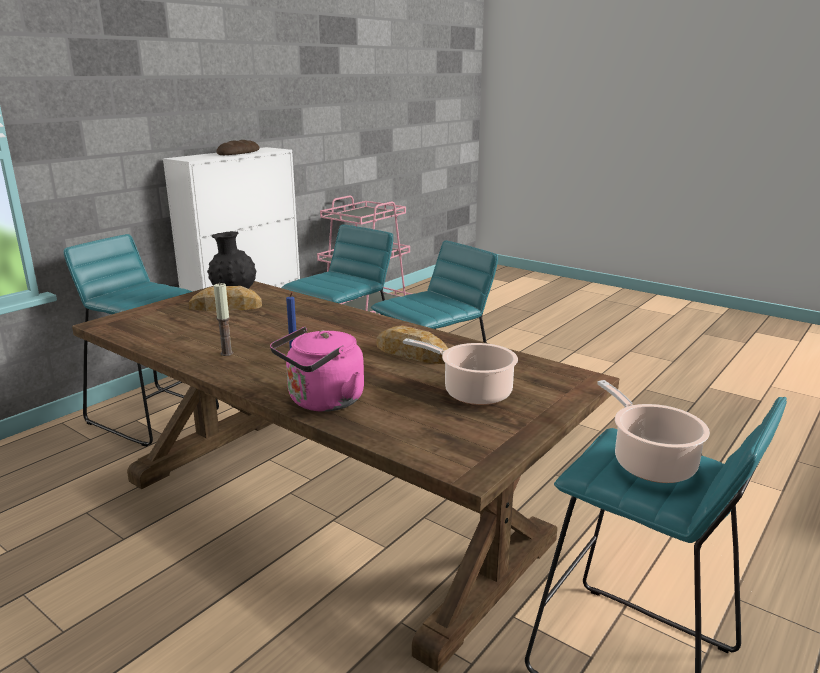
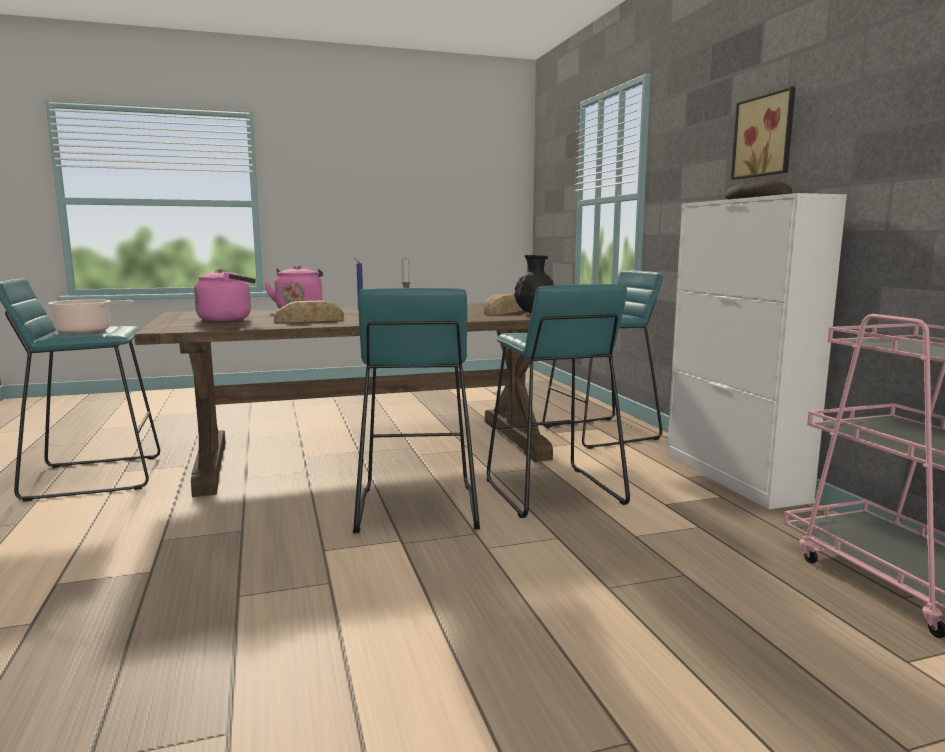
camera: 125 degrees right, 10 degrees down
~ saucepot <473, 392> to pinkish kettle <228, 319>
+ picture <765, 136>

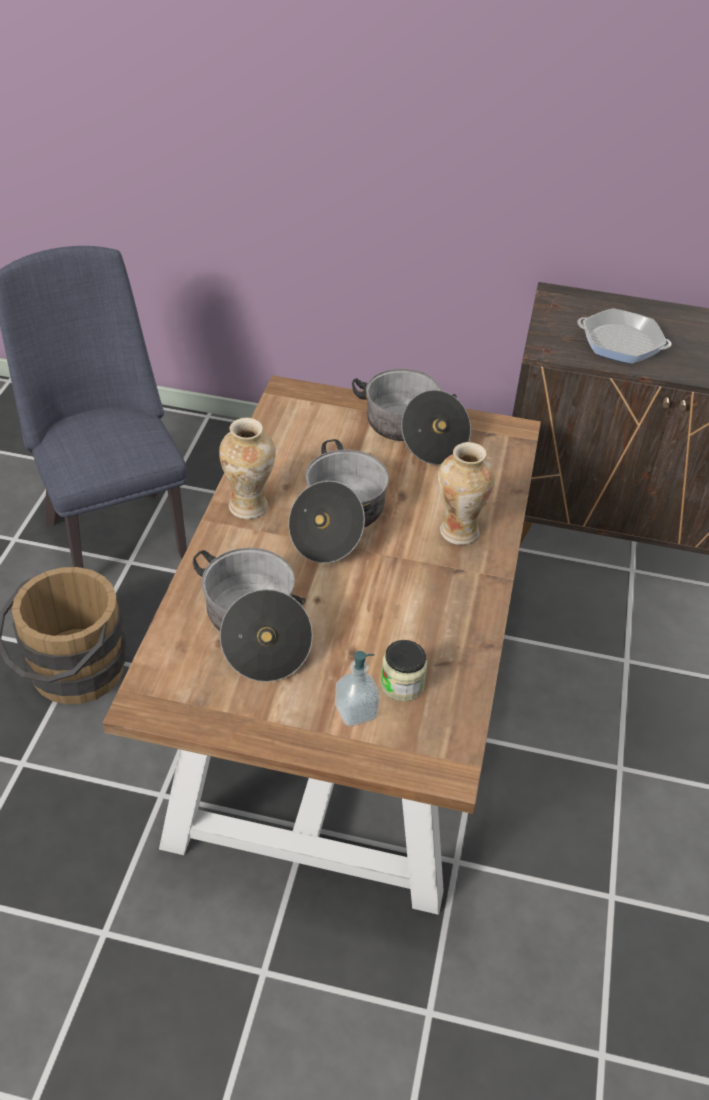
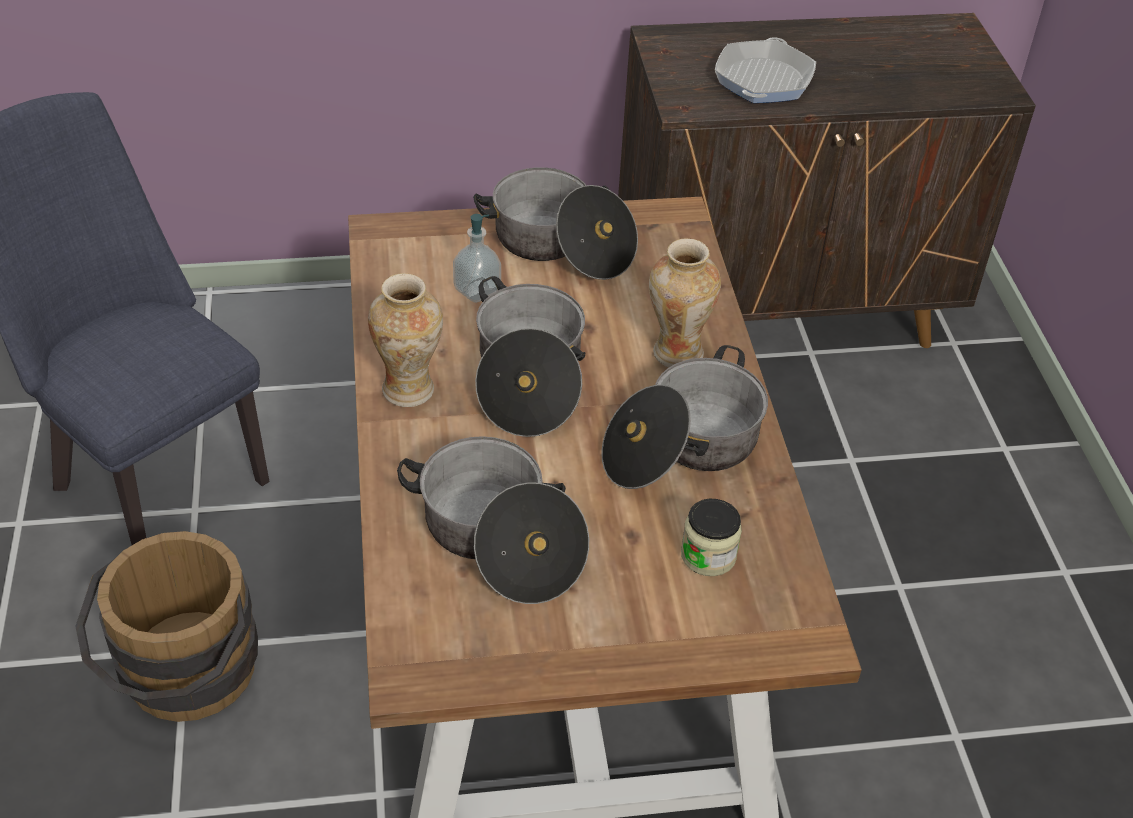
camera: 20 degrees left, 0 degrees up
~ soap bottle <356, 711> to <477, 290>
~ skillet <621, 343> = <763, 80> 105 degrees clockwise
+ saucepot <682, 447>

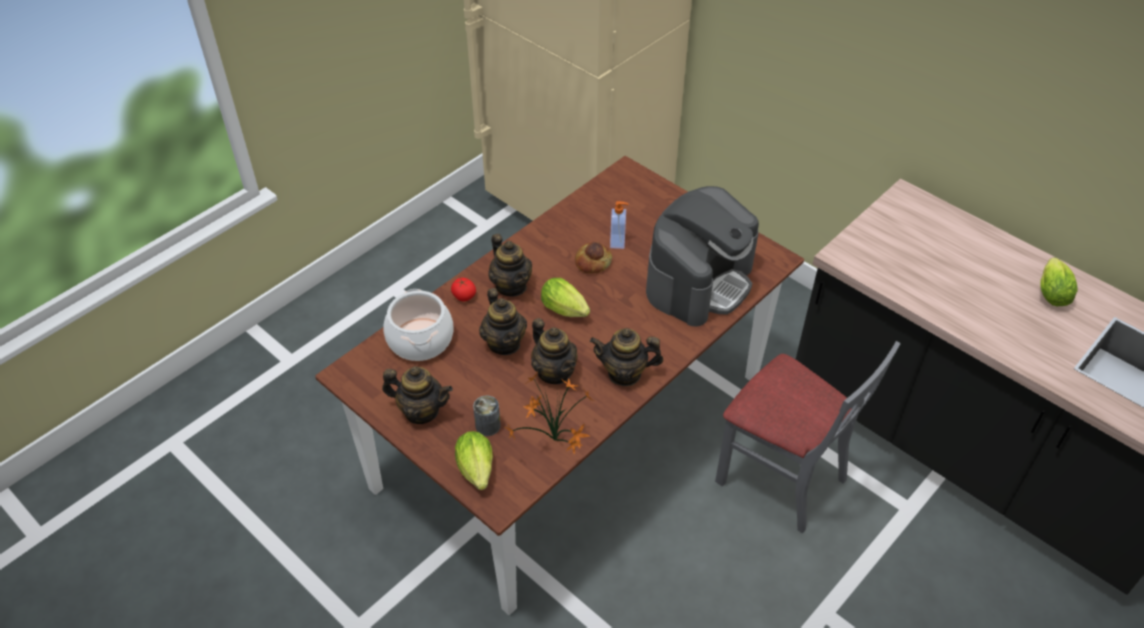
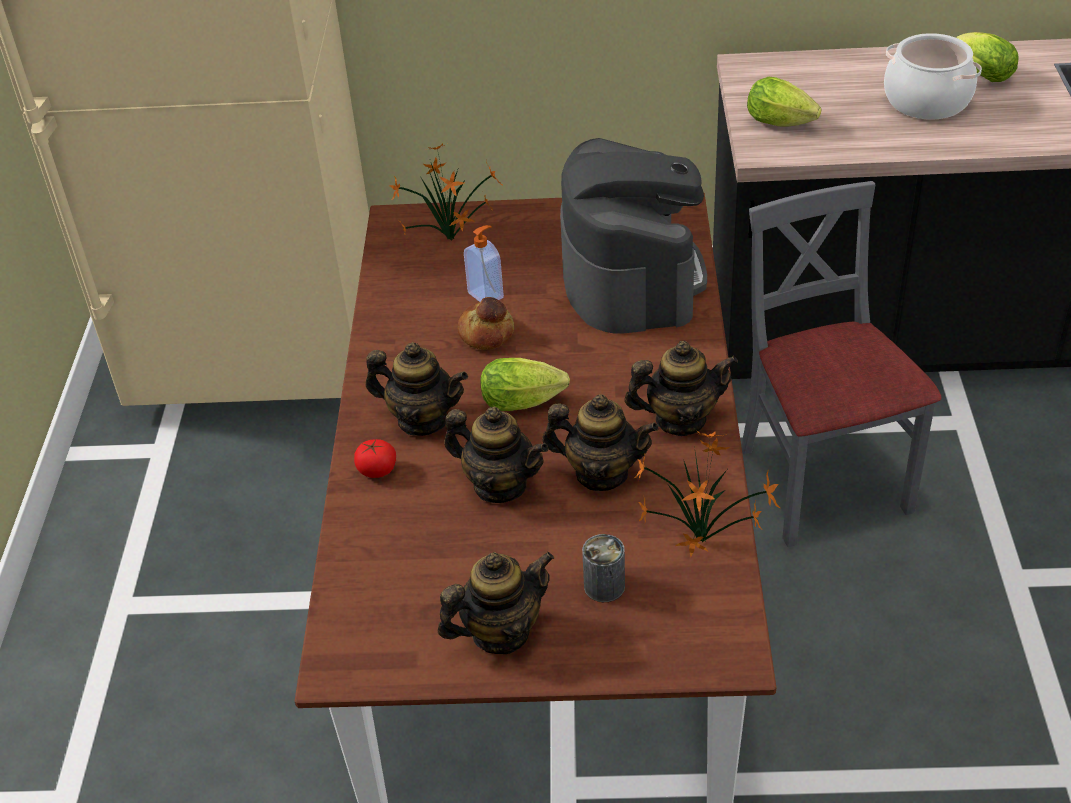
camera: 40 degrees left, 5 degrees down
~ saucepot <420, 340> to <927, 101>
~ head of lettuce <477, 472> to <783, 124>
~ tea pot <624, 373> = <680, 419> 150 degrees counterclockwise
~ grey plain chair <782, 478> = <821, 481> 105 degrees counterclockwise
+ plant in a pot <454, 240>

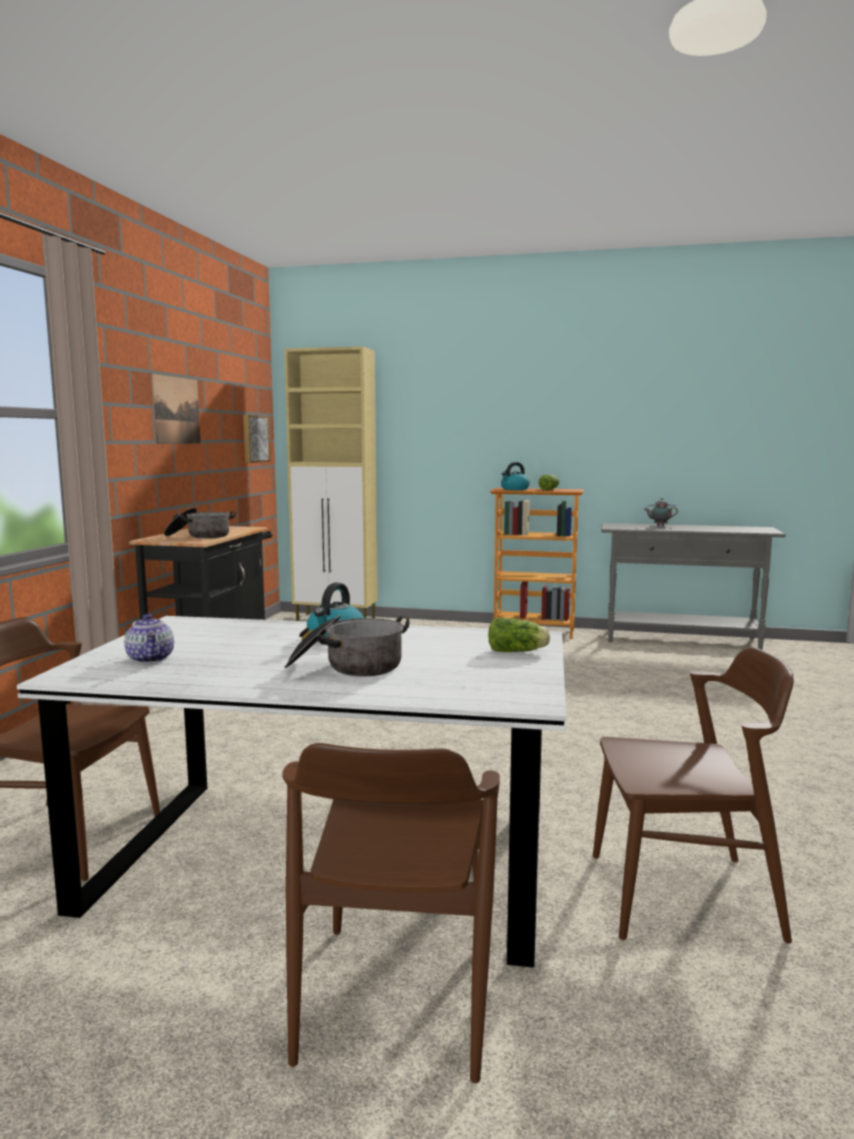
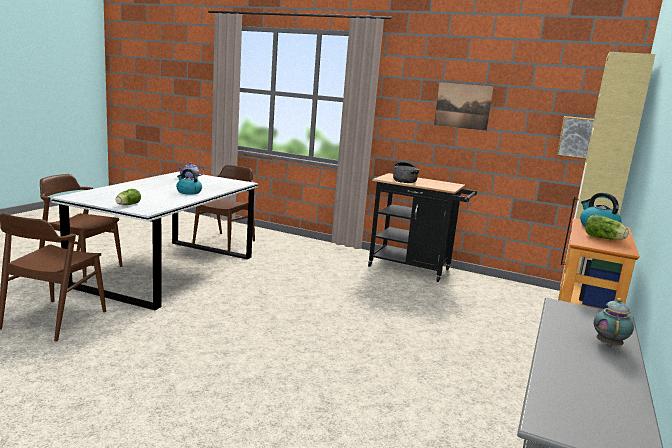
camera: 100 degrees right, 5 degrees up
- saucepot <346, 667>

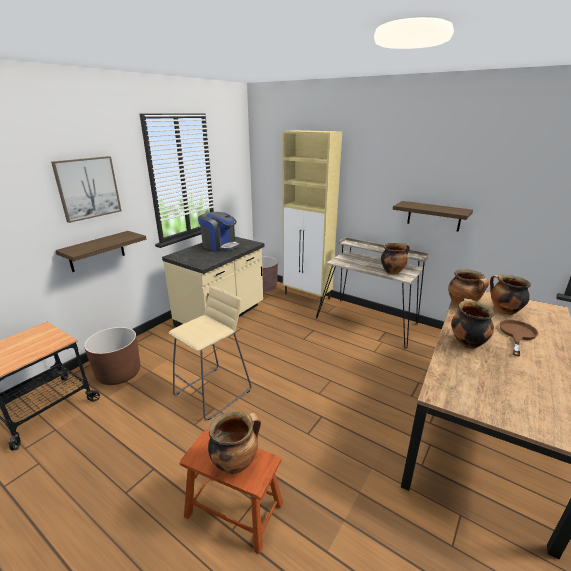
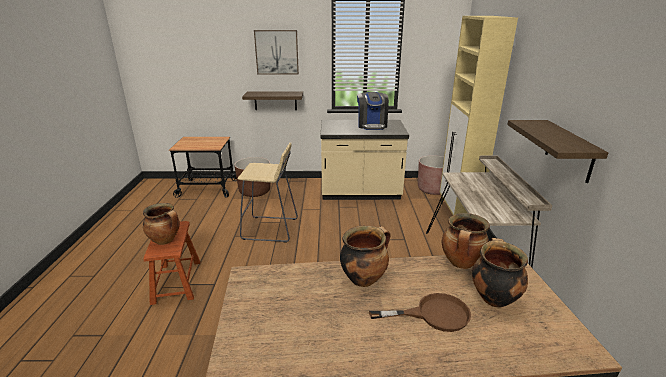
camera: 55 degrees right, 0 degrees up
- saucepot <392, 271>

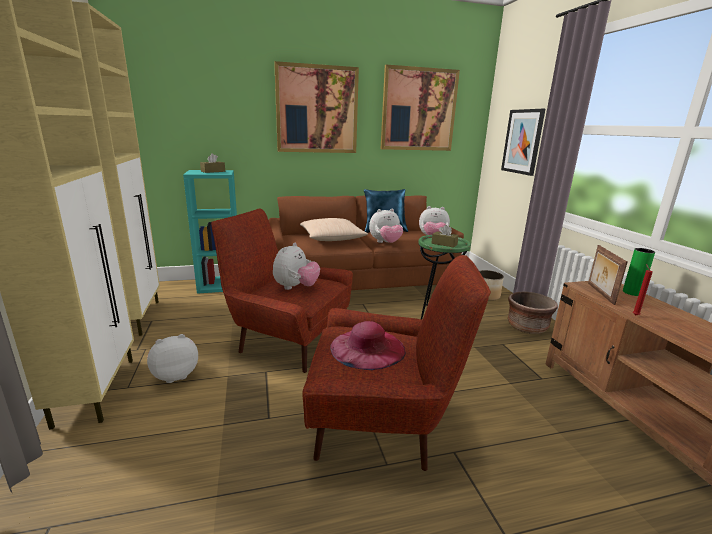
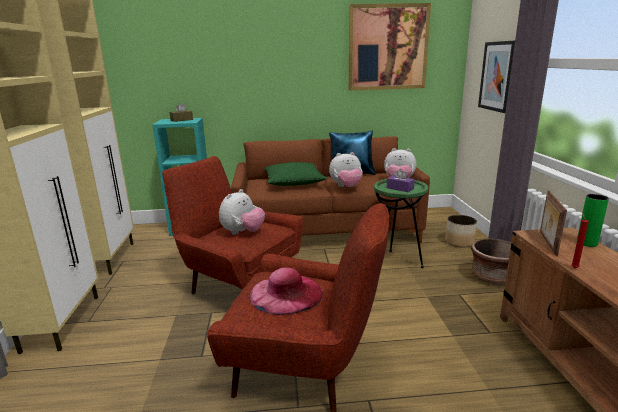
camera: 10 degrees right, 0 degrees up
- soft toy <175, 375>
- picture <317, 110>
~ sand-coloured cushion <332, 238> to green-coloured cushion <294, 182>
~ brown-coloured tissue box <444, 244> to purple-coloured tissue box <400, 188>

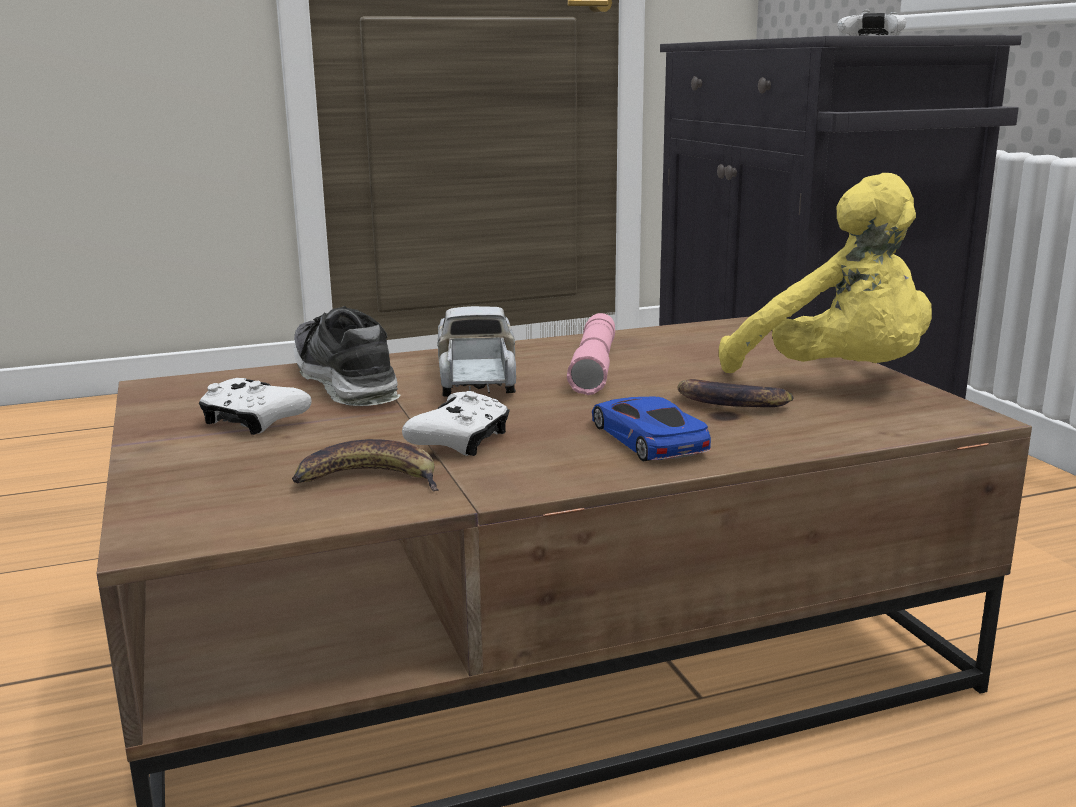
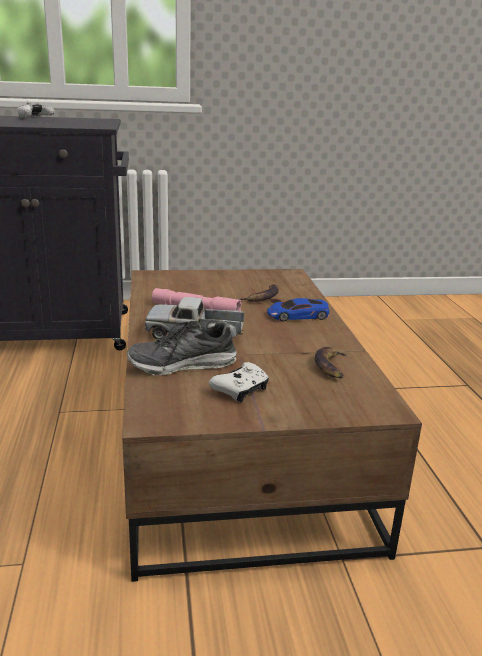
camera: 80 degrees left, 5 degrees up
- whitish joypad <461, 441>
- yellow-coloured soft toy <837, 380>

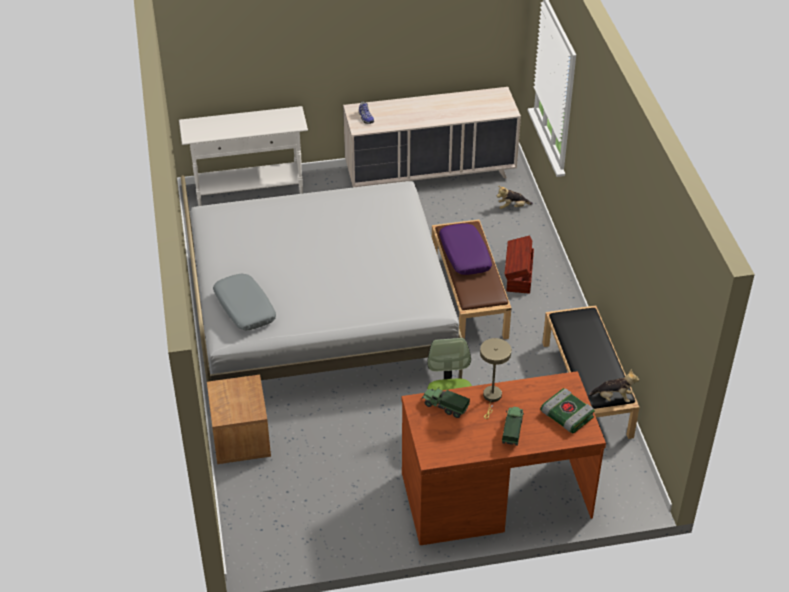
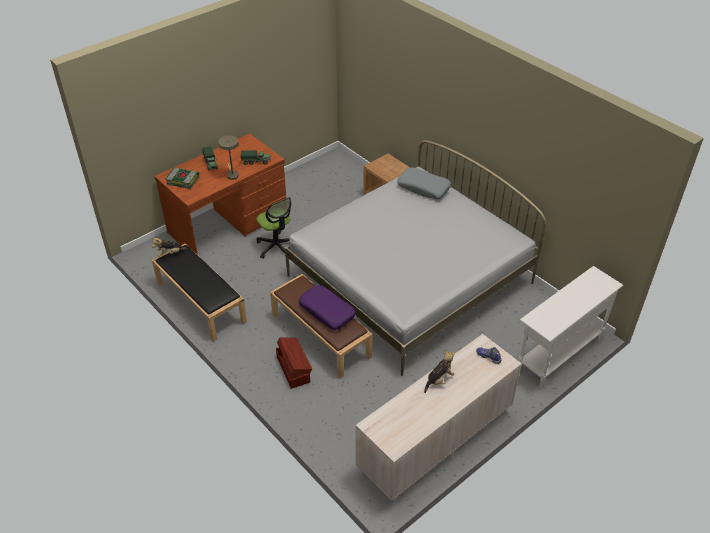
camera: 150 degrees right, 0 degrees up
~ soft toy <512, 207> to <439, 380>

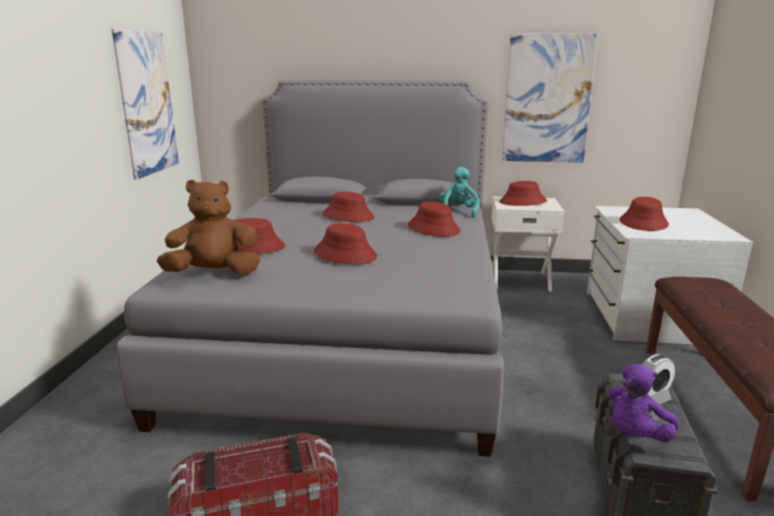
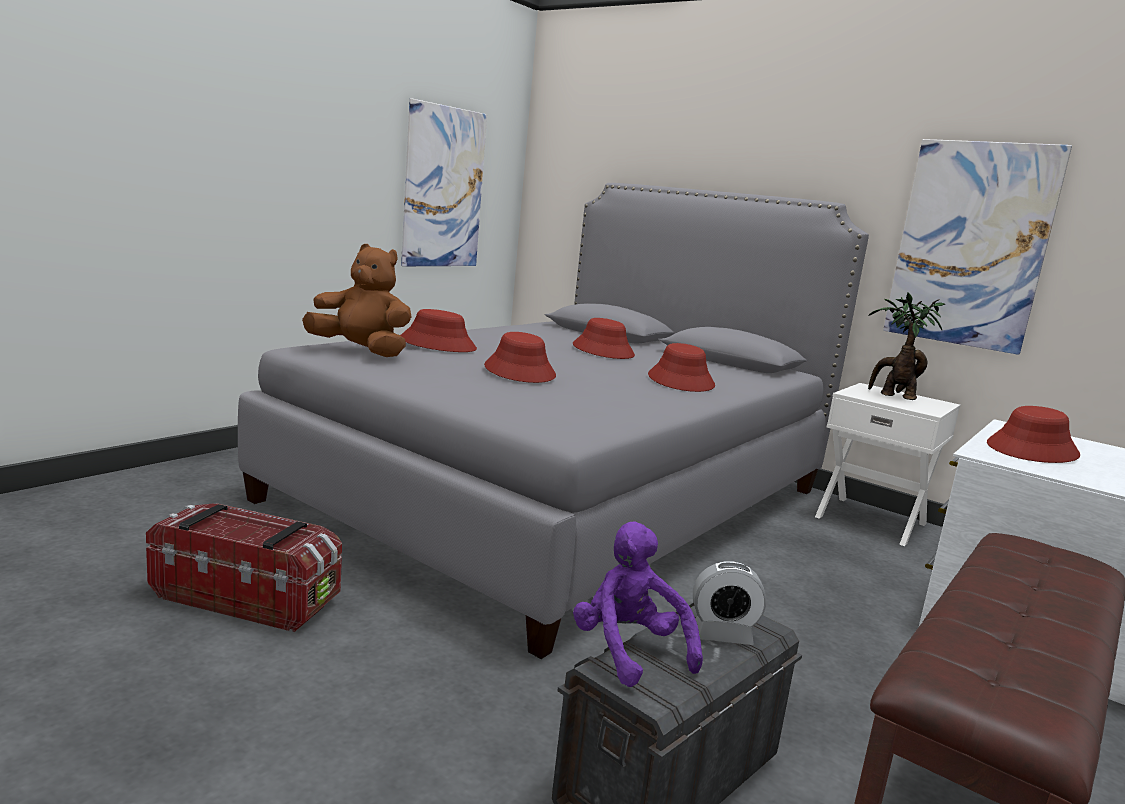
camera: 30 degrees right, 5 degrees down
- turquoise-coloured soft toy <458, 212>
~ red hat <523, 202> to plant in a pot <893, 396>
~ purple-coloured soft toy <636, 435> = <628, 650> 75 degrees clockwise

